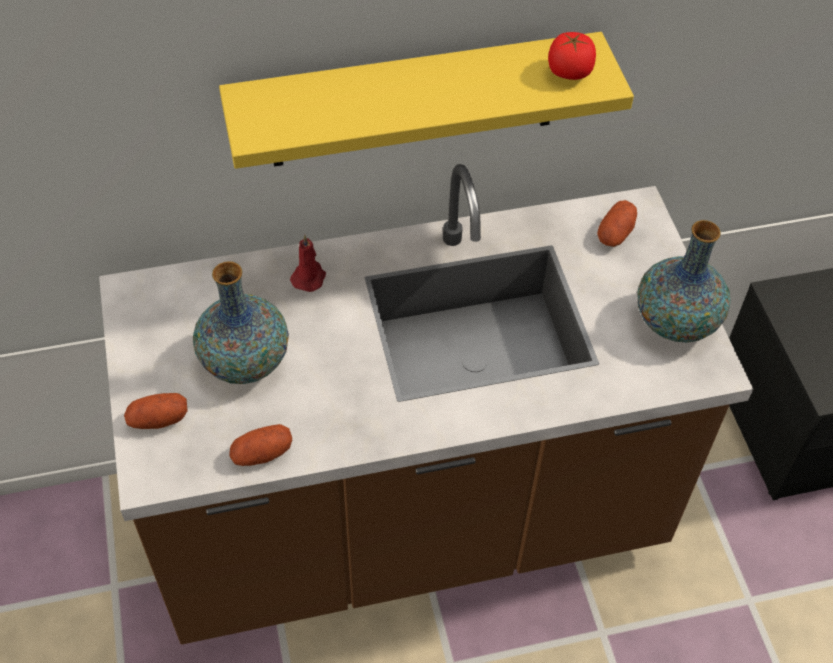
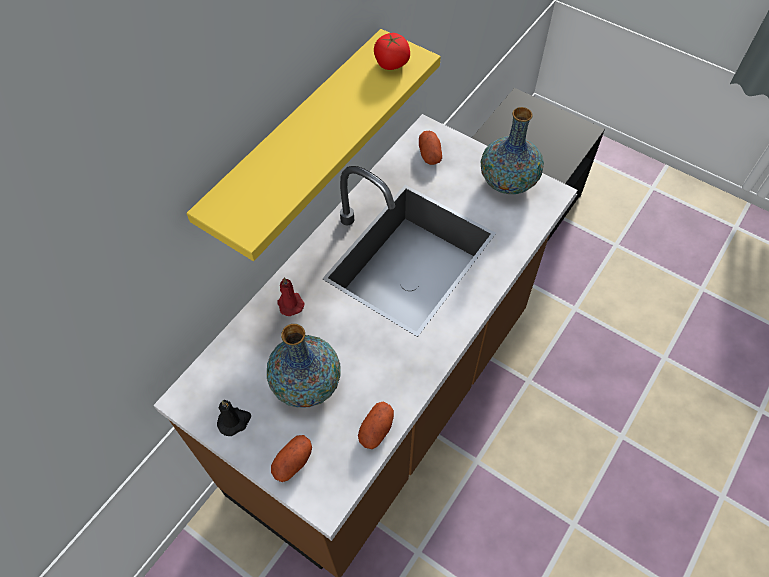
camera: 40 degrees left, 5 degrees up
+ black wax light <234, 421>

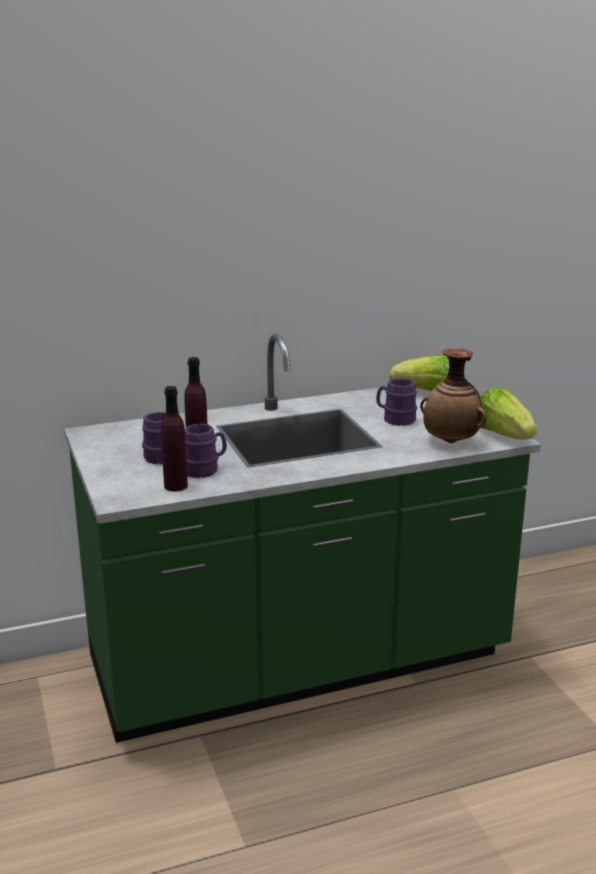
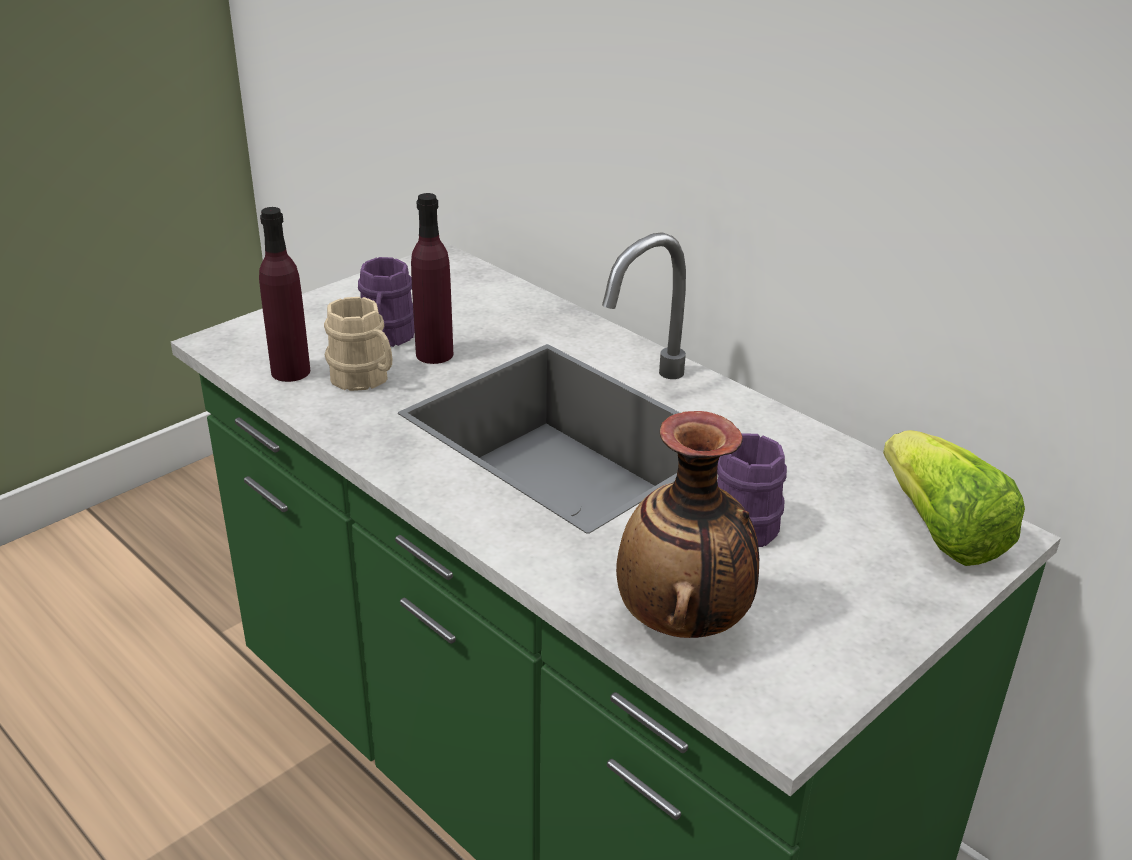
camera: 65 degrees right, 10 degrees up
~ purple-coloured tea mug <205, 469> to sand-coloured tea mug <364, 379>
- head of lettuce <504, 435>

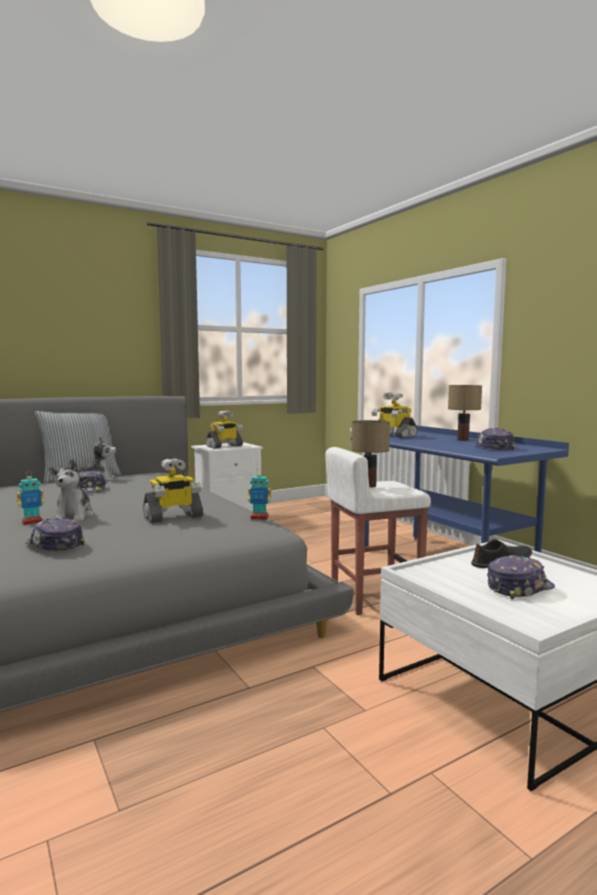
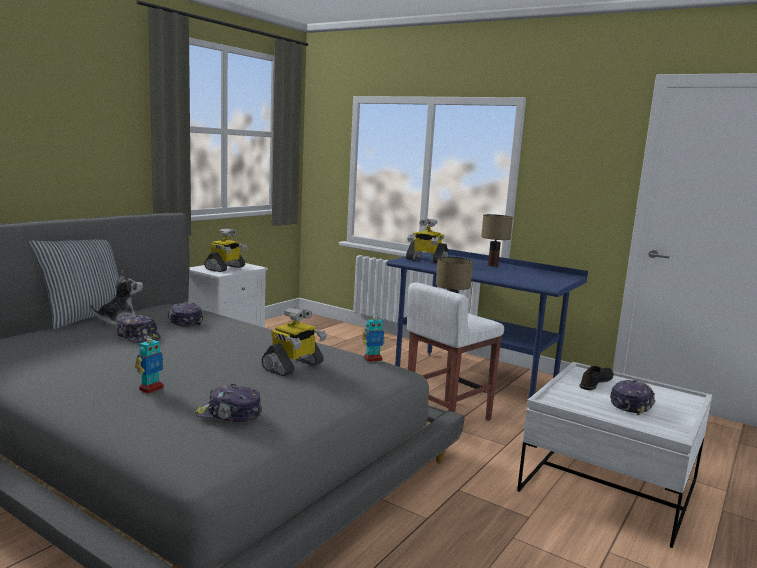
camera: 25 degrees left, 5 degrees up
- soft toy <74, 516>
~ baseball cap <493, 448> to <184, 321>

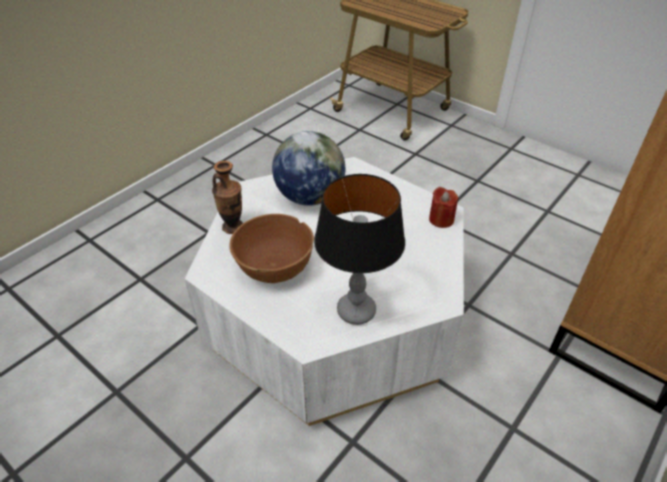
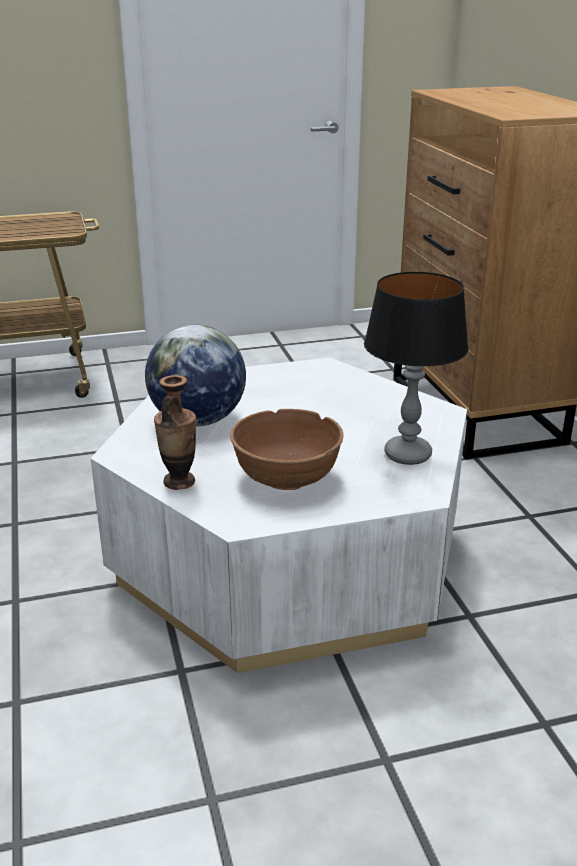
camera: 55 degrees left, 15 degrees down
- red wax light <441, 219>

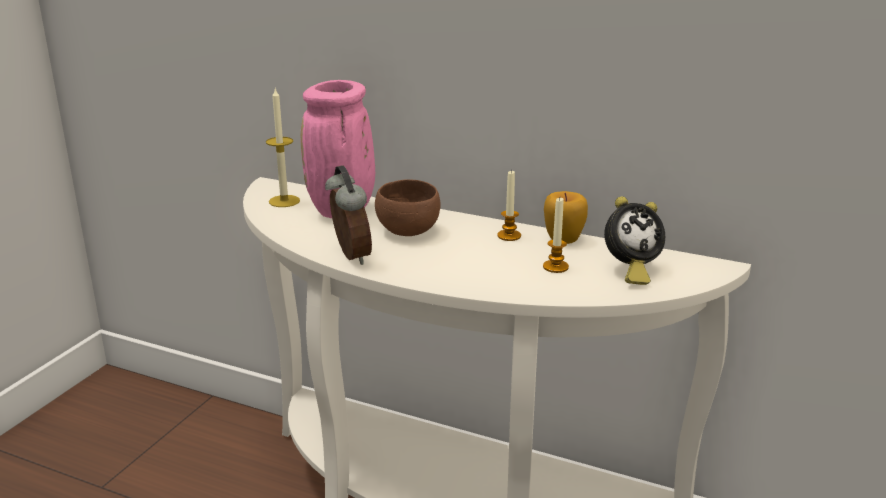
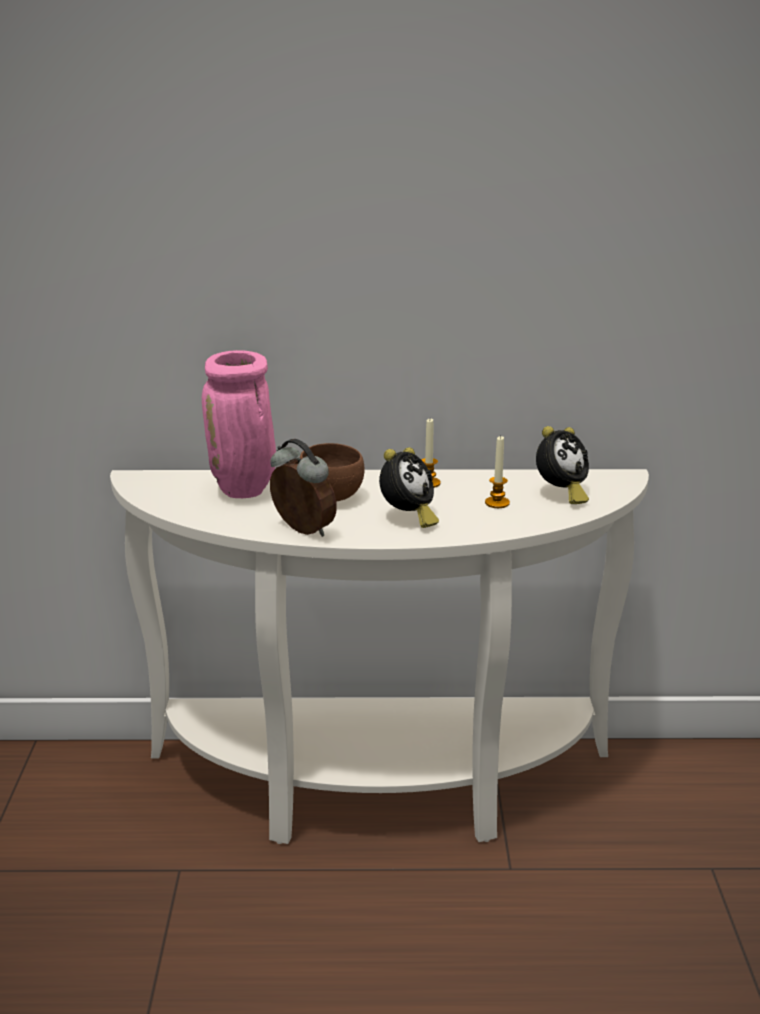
camera: 25 degrees left, 0 degrees up
- wax light <284, 201>
- apple fruit <563, 239>
+ bedside clock <408, 518>

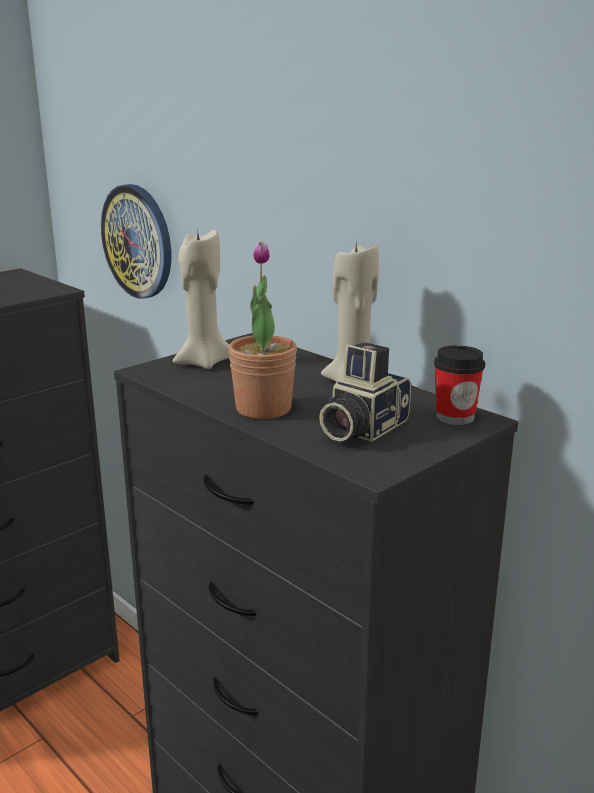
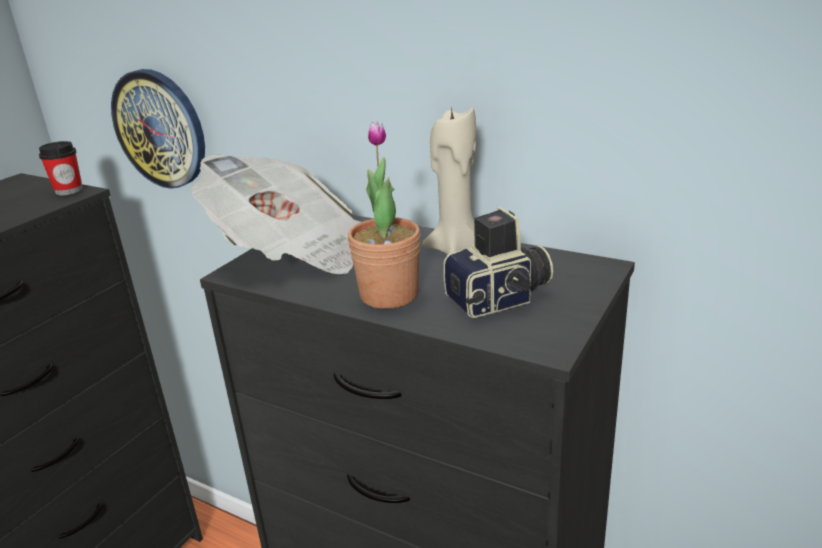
camera: 15 degrees left, 5 degrees up
~ sand-coloured wax light <203, 362> to daily paper <290, 252>
~ still camera <361, 429> = <500, 299> 135 degrees counterclockwise
~ small cup <455, 417> to <69, 190>

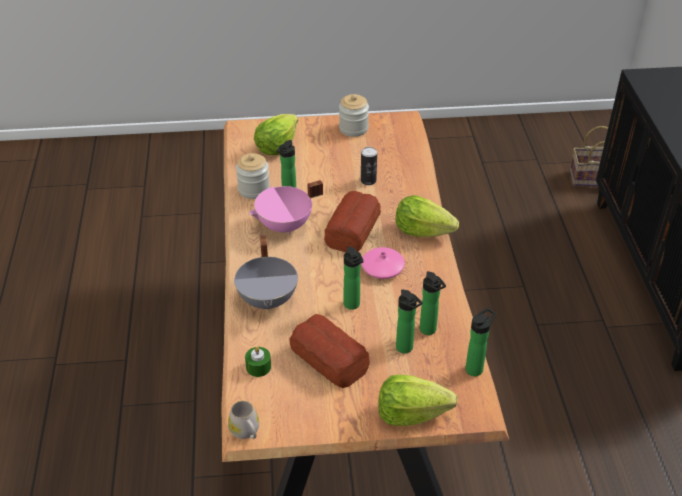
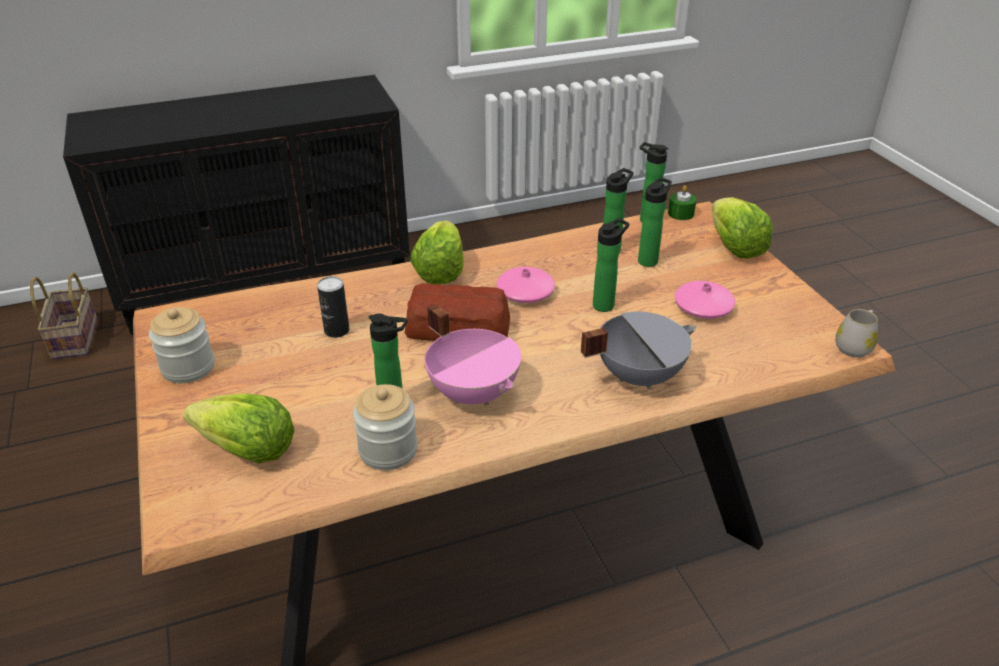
camera: 105 degrees left, 5 degrees down
~ green-coloured wax light <258, 367> to <681, 213>
~ bread <329, 359> to pinkish decorative vase <703, 307>

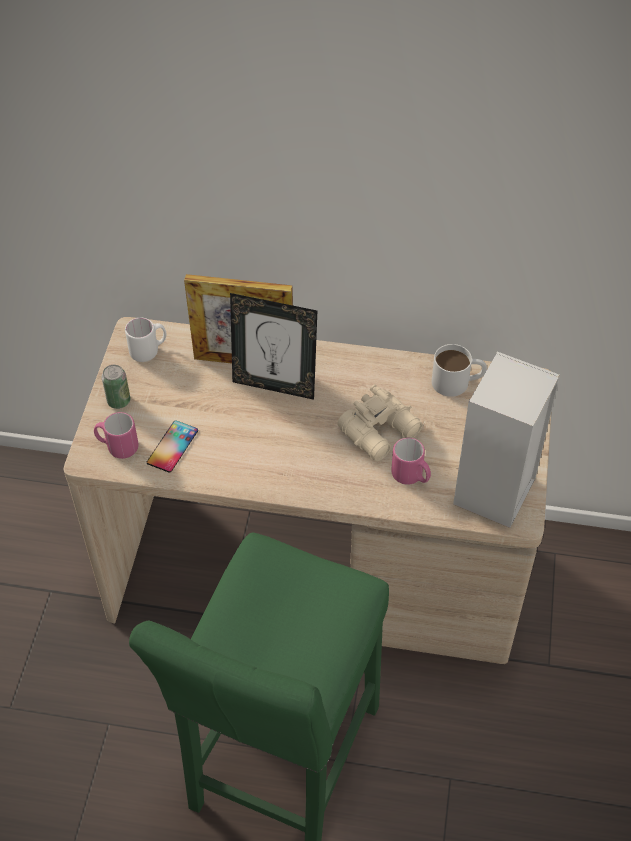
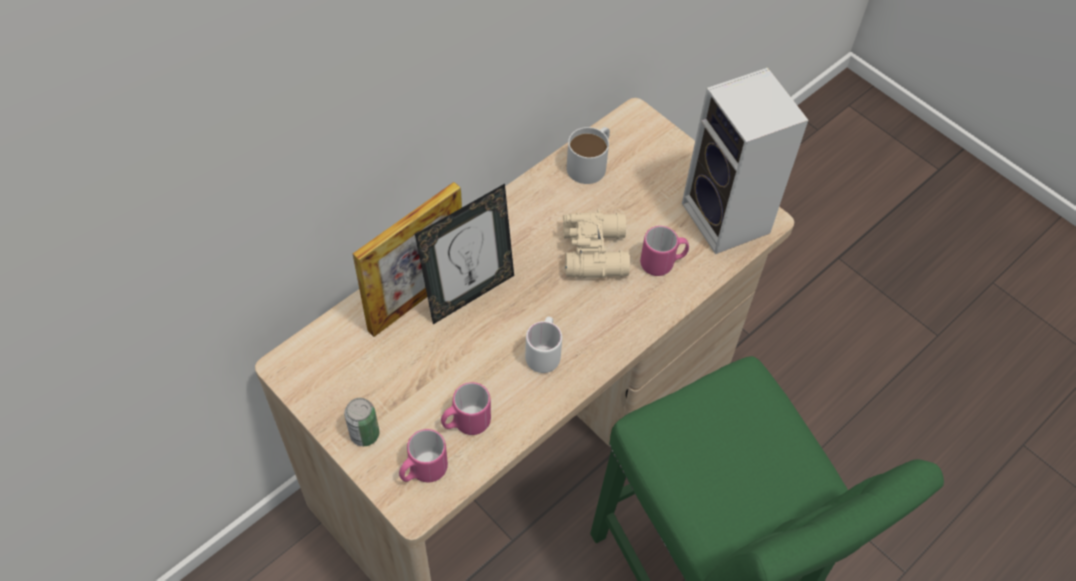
camera: 55 degrees left, 5 degrees up
~ whitish tea mug <149, 351> to <544, 353>
~ telephone <172, 446> to pinkish tea mug <466, 423>

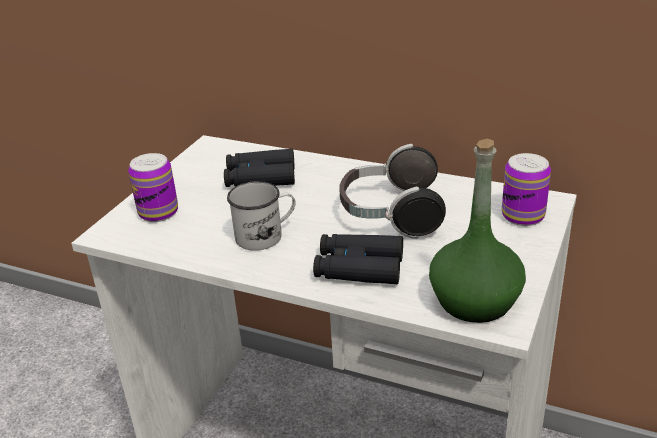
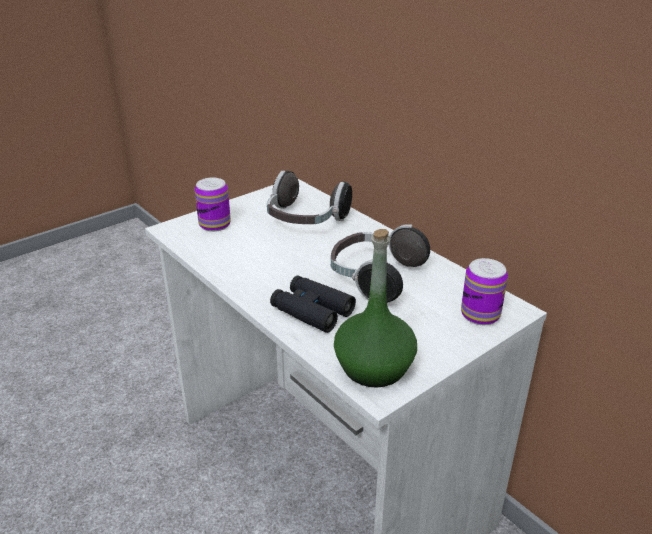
camera: 25 degrees right, 0 degrees up
~ black pair of binoculars <260, 177> to headphones <305, 220>
- whitish tea mug <266, 235>

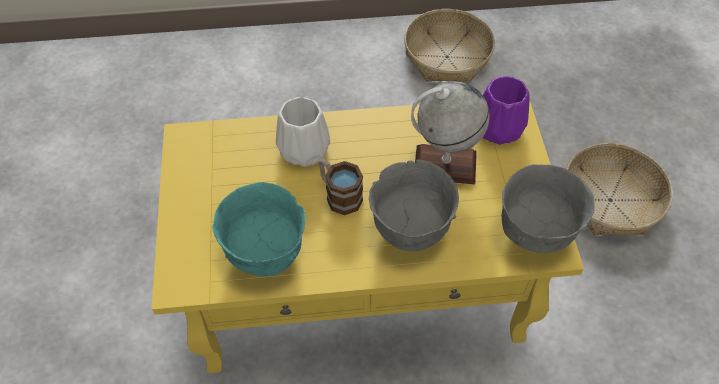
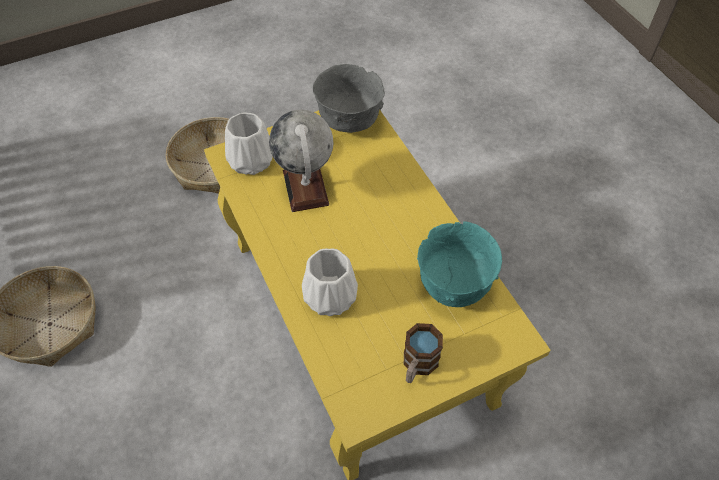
camera: 110 degrees left, 0 degrees up
~ tea mug <339, 195> to <417, 365>
- grey serving bowl <410, 228>
~ purple-coloured decorative vase <497, 128> to whitish decorative vase <251, 162>

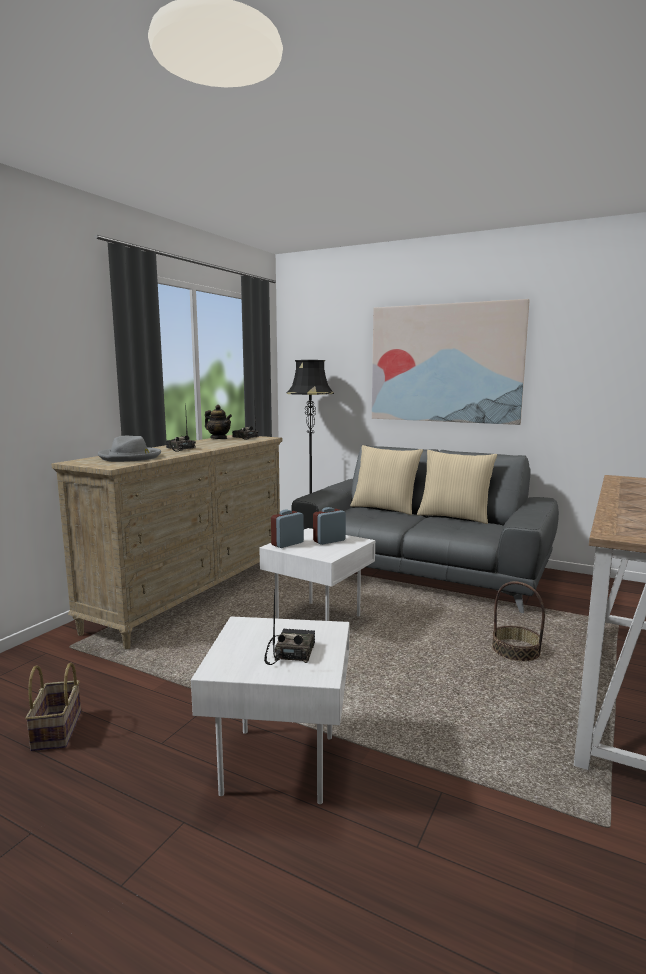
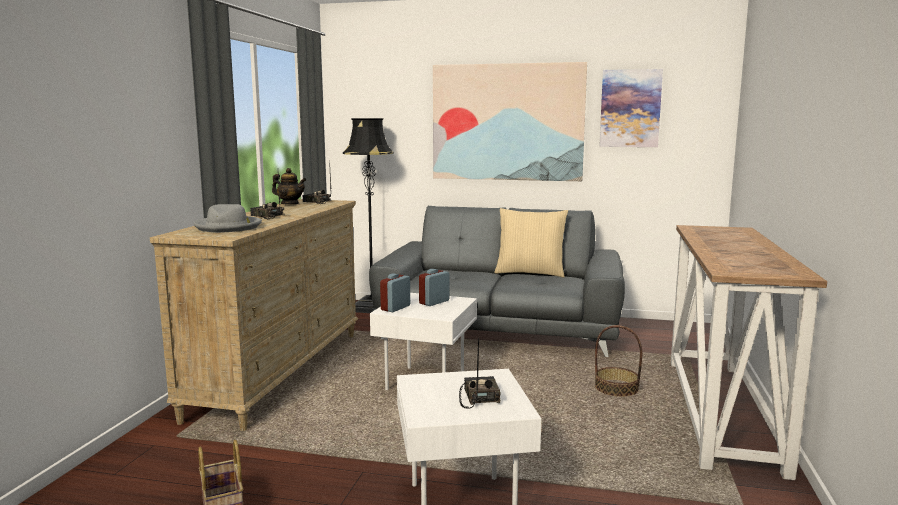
camera: 15 degrees left, 0 degrees up
- sand-coloured cushion <385, 508>
+ picture <630, 108>

